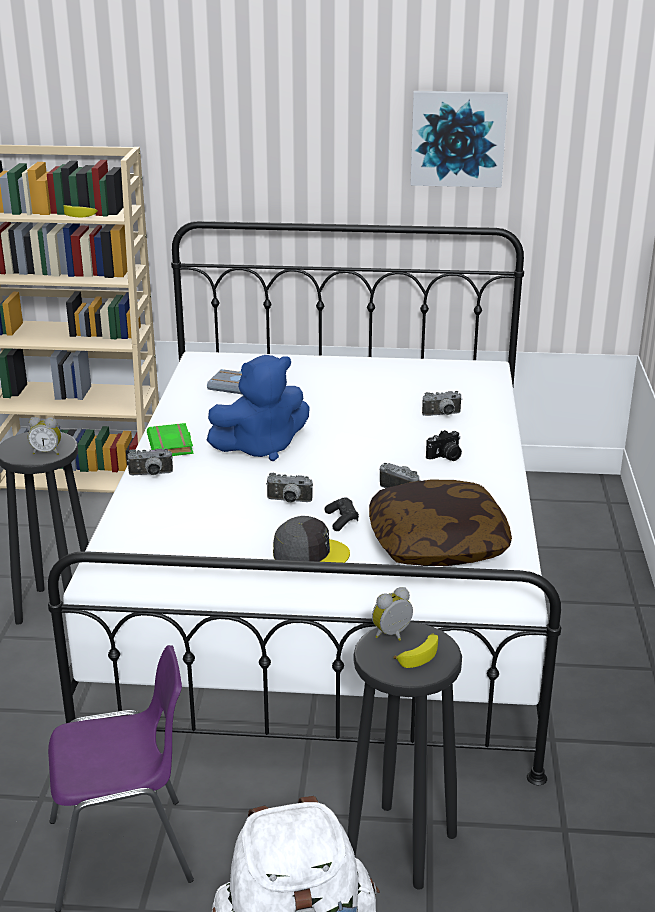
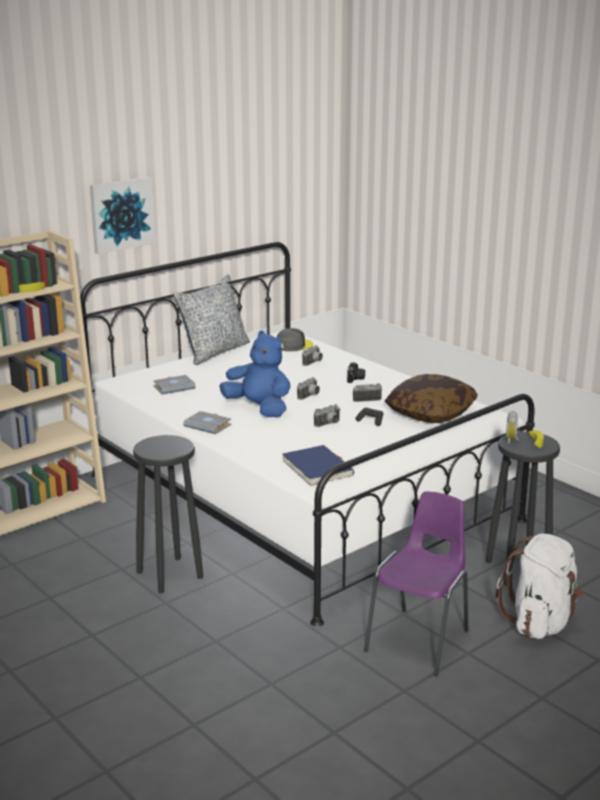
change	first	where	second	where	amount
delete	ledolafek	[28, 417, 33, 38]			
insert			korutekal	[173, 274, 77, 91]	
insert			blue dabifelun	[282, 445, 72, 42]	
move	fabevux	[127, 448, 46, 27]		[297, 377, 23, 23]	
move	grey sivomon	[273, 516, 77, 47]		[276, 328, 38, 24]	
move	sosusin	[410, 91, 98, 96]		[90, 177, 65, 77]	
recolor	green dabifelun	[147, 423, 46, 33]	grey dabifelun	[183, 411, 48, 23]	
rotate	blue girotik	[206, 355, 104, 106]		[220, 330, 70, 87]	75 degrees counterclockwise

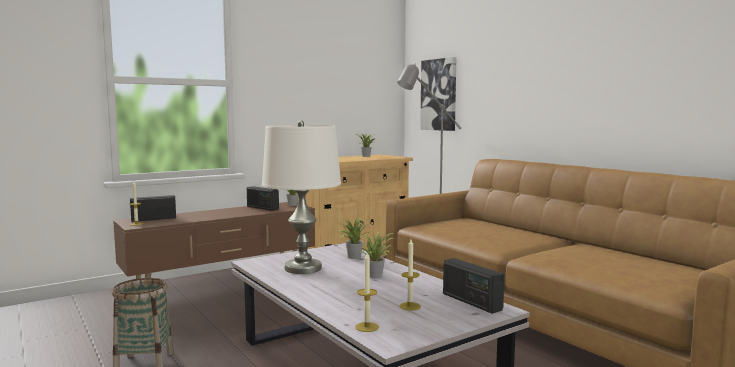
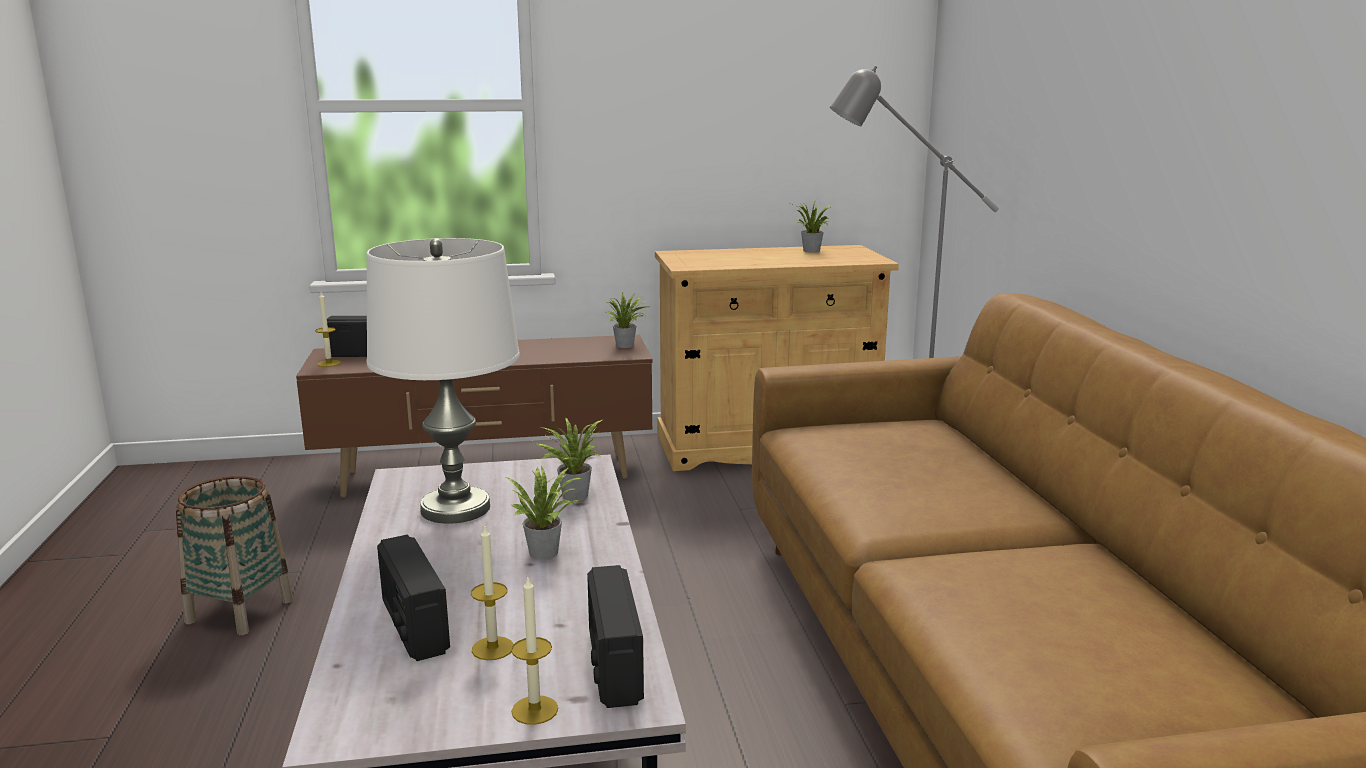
change	first	where	second	where	amount
delete	sosusin	[420, 57, 36, 74]			
move	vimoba	[247, 186, 32, 25]		[377, 535, 73, 126]	
move	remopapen	[355, 253, 24, 79]		[511, 577, 47, 148]	

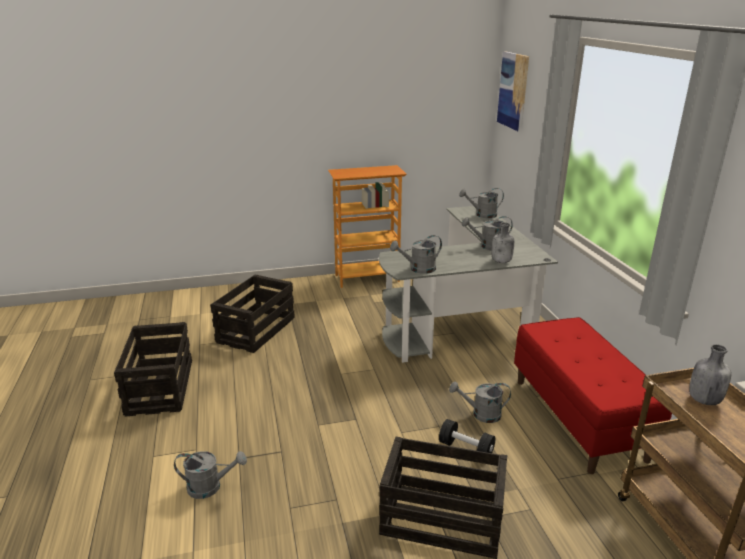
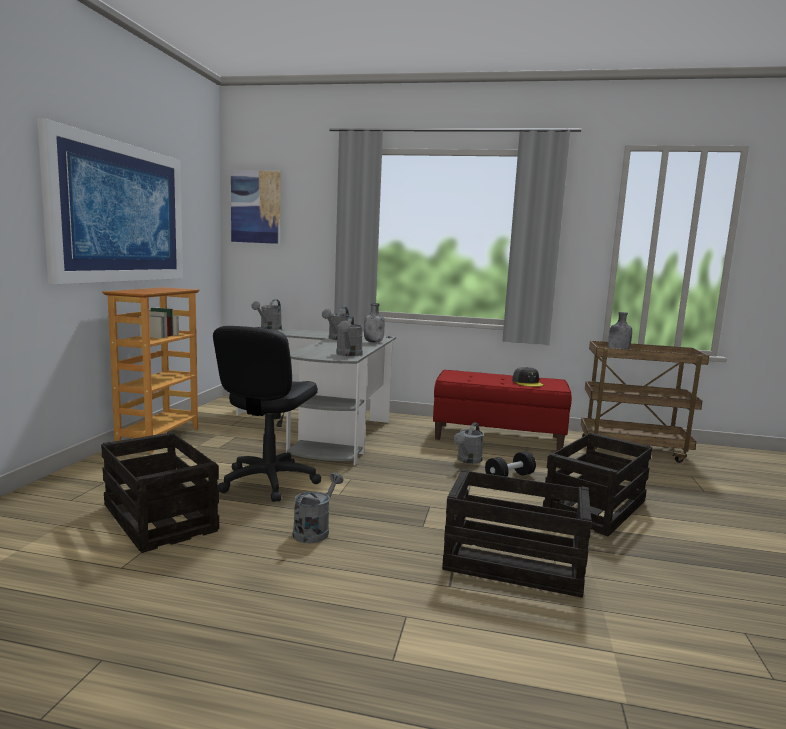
change	first	where	second	where	amount
insert			sosusin	[37, 118, 146, 166]	
insert			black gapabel	[213, 326, 108, 176]	
insert			grey sivomon	[512, 367, 31, 20]	
move	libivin	[114, 322, 78, 95]		[442, 469, 150, 129]	
move	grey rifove	[174, 451, 73, 48]		[293, 472, 50, 71]	

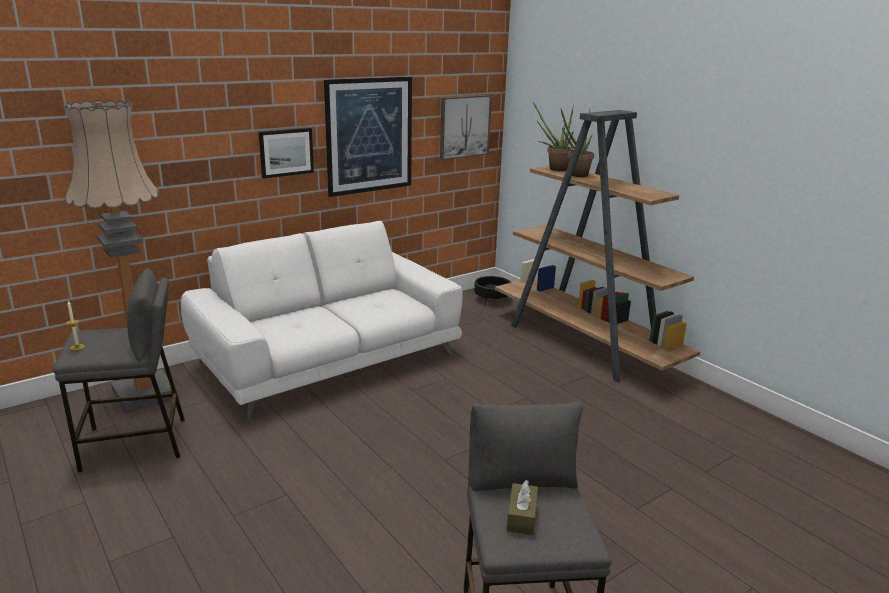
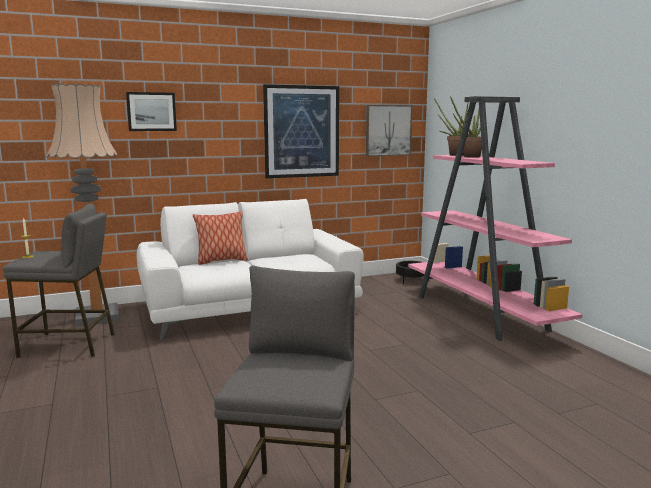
change	first	where	second	where	amount
delete	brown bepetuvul	[507, 480, 31, 55]			
insert			korutekal	[193, 211, 55, 54]	
move	sosusin	[259, 128, 55, 51]		[126, 92, 51, 39]	
recolor	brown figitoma	[495, 110, 205, 273]	pink figitoma	[408, 96, 174, 245]	

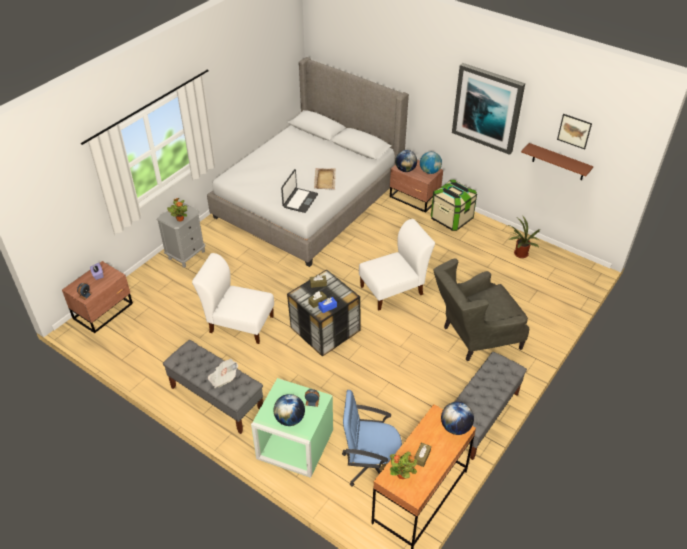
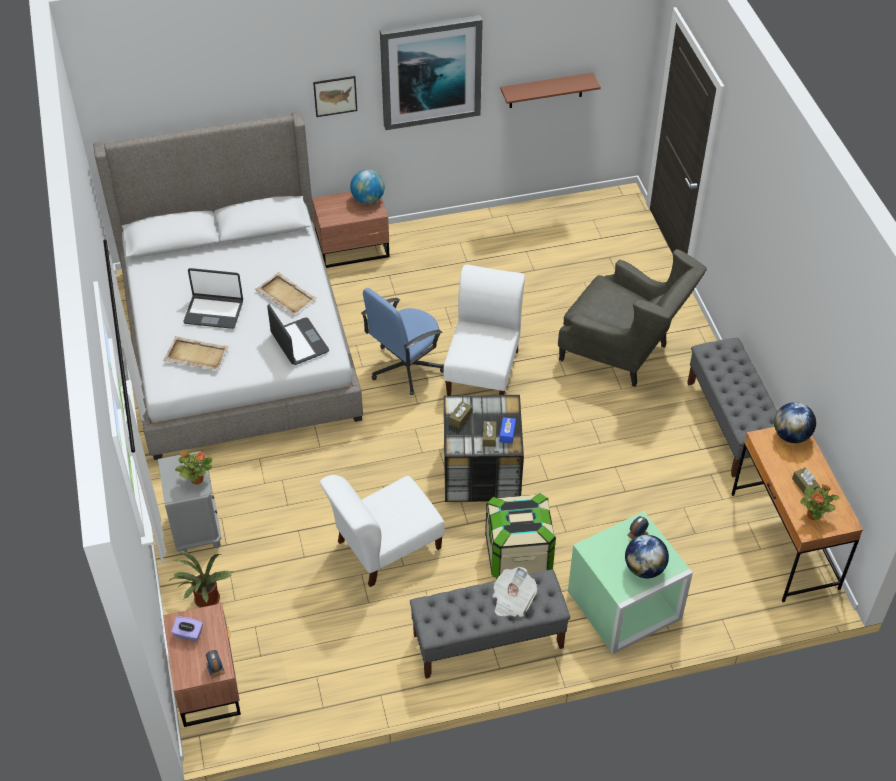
change	first	where	second	where	amount
delete	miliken	[395, 150, 22, 22]			
insert			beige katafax	[163, 336, 66, 34]	
insert			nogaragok	[184, 268, 59, 61]	
move	blue gapabel	[342, 390, 60, 97]		[361, 288, 83, 107]	
move	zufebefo	[431, 180, 46, 51]		[485, 493, 71, 86]	
move	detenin	[509, 217, 31, 41]		[169, 551, 64, 57]	
move	sosusin	[557, 114, 35, 36]		[313, 76, 44, 41]	
rotate	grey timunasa	[433, 258, 96, 103]		[558, 249, 149, 138]	75 degrees counterclockwise

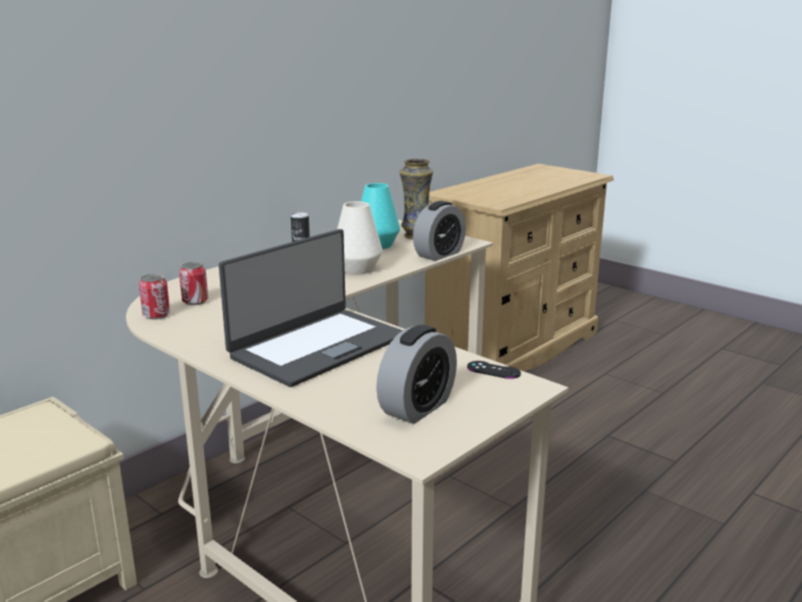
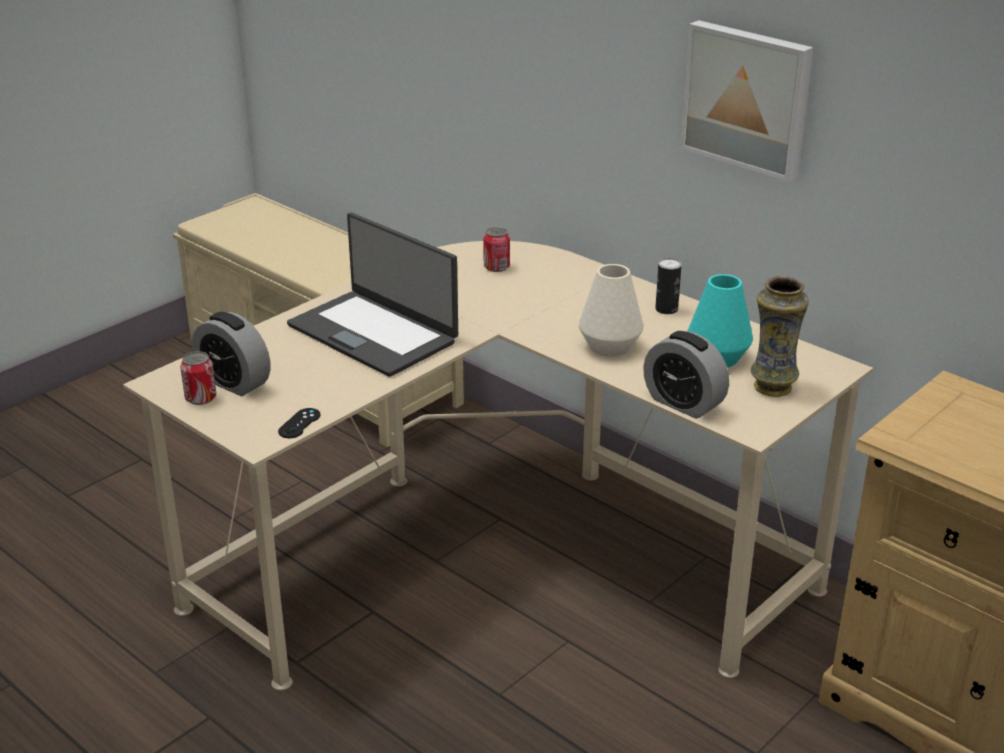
change	first	where	second	where	amount
insert			sosusin	[680, 20, 133, 162]	
move	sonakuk	[139, 274, 31, 46]		[180, 351, 36, 54]	

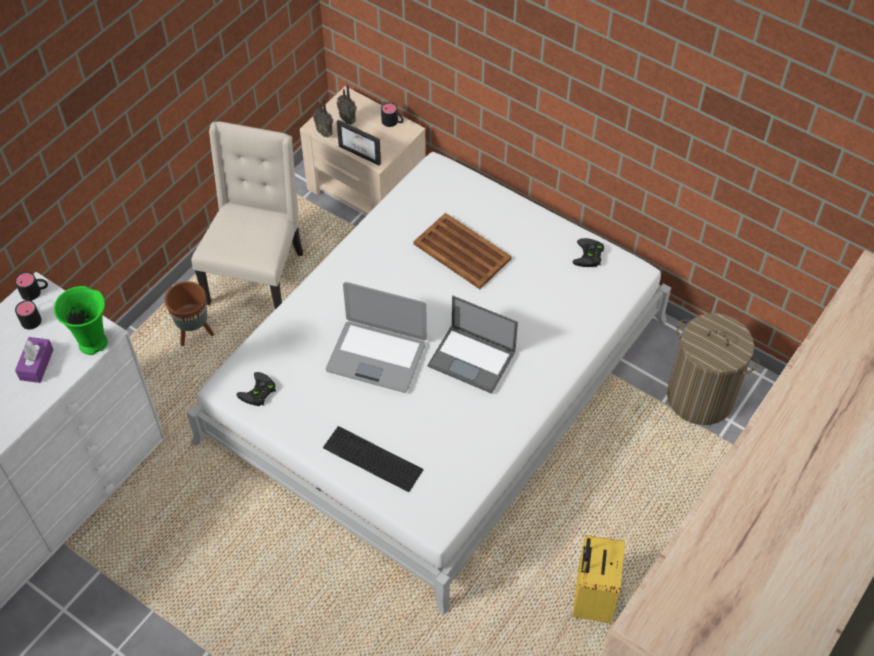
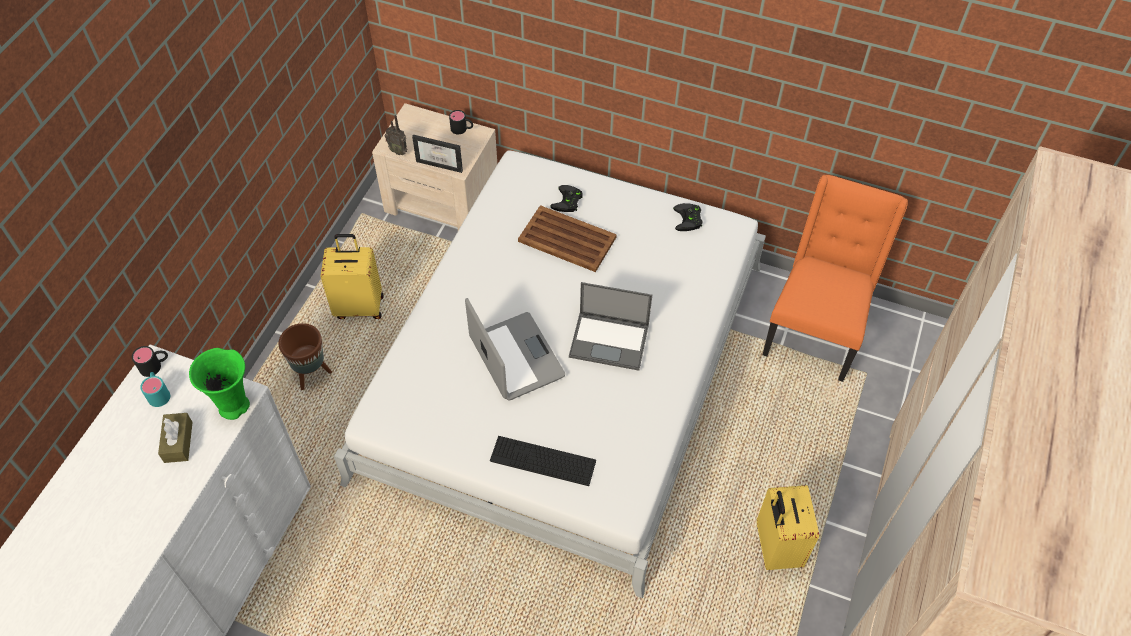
change	first	where	second	where	amount
delete	vimoba	[337, 84, 20, 41]			
move	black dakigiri	[237, 372, 39, 34]		[550, 185, 33, 27]	
replace	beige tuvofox	[192, 121, 111, 189]	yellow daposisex	[320, 234, 64, 85]	
replace	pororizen	[667, 313, 92, 112]	orange tuvofox	[762, 175, 146, 207]	
recolor	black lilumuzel	[15, 297, 26, 33]	turquoise lilumuzel	[140, 372, 30, 35]	
recolor	purple bepetuvul	[15, 337, 39, 46]	brown bepetuvul	[158, 413, 35, 50]	
rotate	nogaragok	[326, 282, 101, 111]		[465, 298, 100, 103]	120 degrees counterclockwise

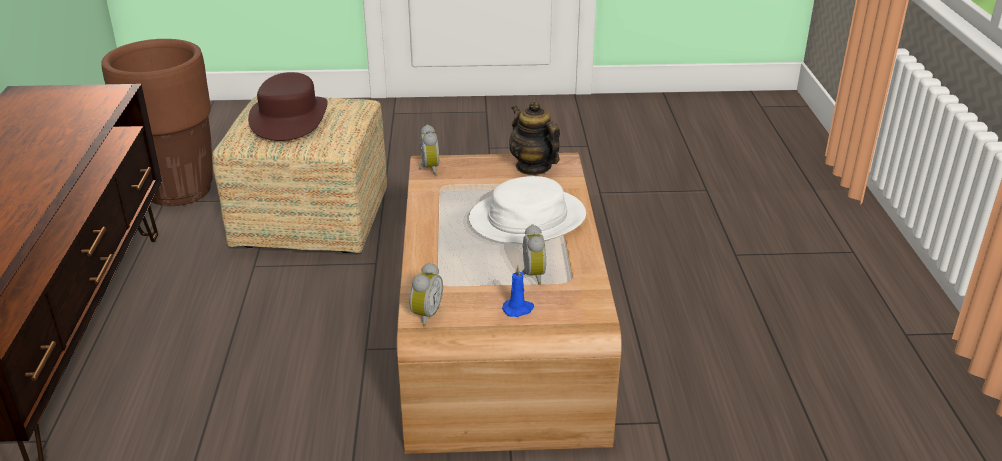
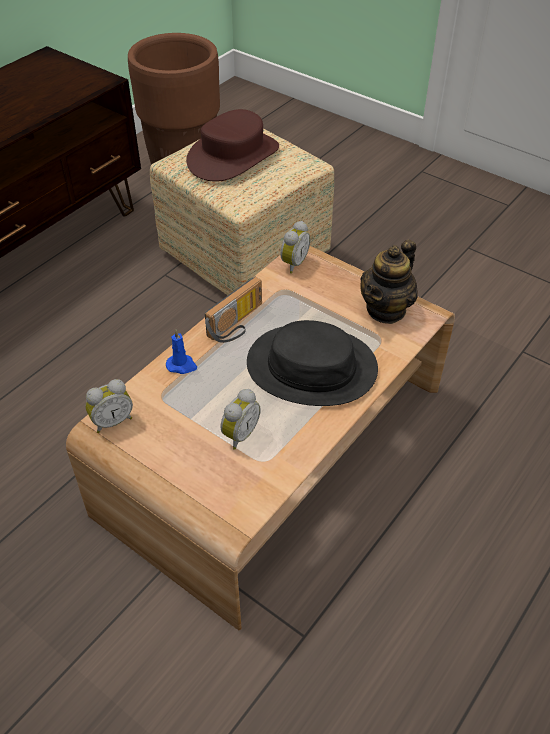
change	first	where	second	where	amount
insert			vimoba	[205, 277, 57, 66]	
move	blue remopapen	[502, 266, 32, 51]		[166, 329, 31, 45]	
recolor	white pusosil	[469, 176, 117, 67]	black pusosil	[247, 320, 131, 86]	
rotate	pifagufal	[509, 100, 51, 75]		[360, 240, 58, 84]	150 degrees counterclockwise

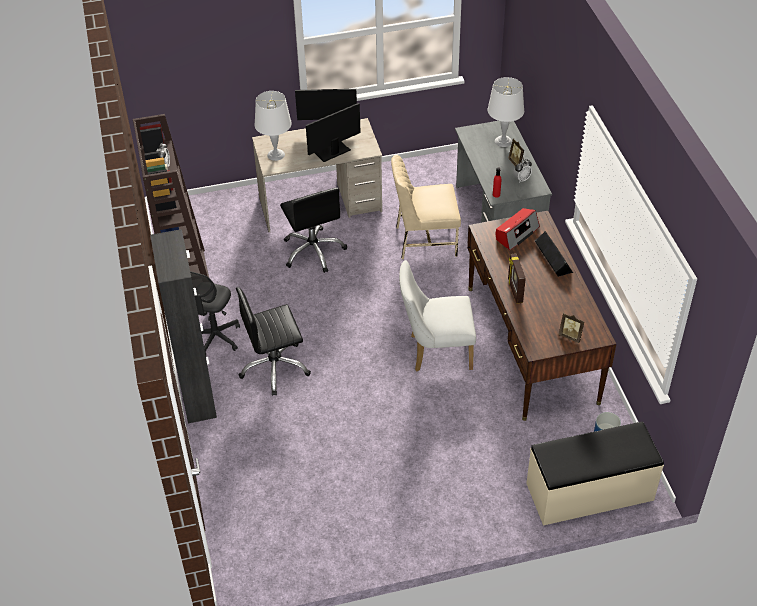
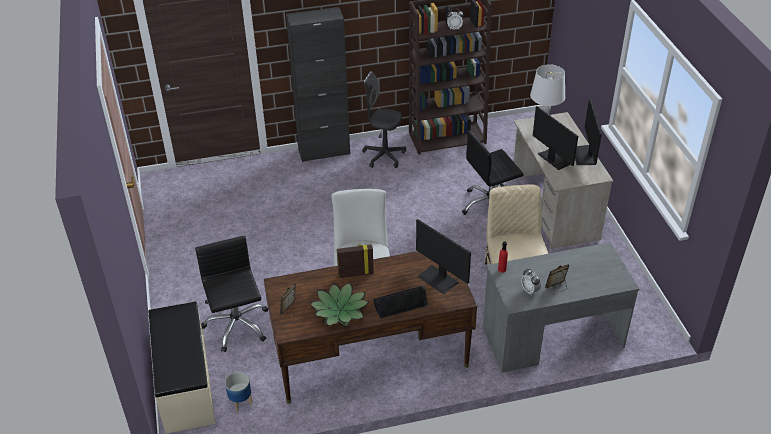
change	first	where	second	where	amount
delete	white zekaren	[487, 77, 37, 70]			
insert			detenin	[309, 282, 60, 45]	
move	black gapabel	[236, 287, 75, 109]		[195, 236, 73, 116]	
replace	vimoba	[496, 208, 44, 42]	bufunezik	[416, 219, 55, 76]	

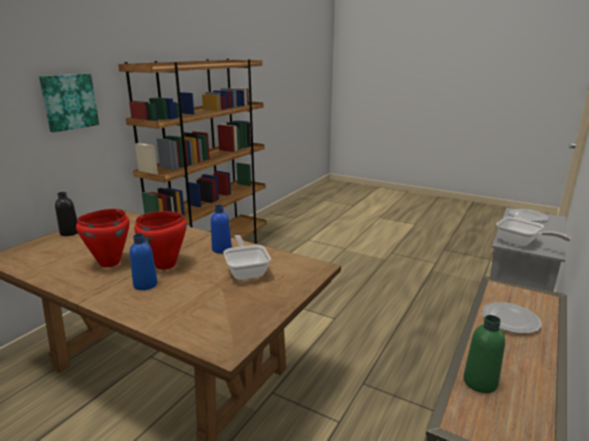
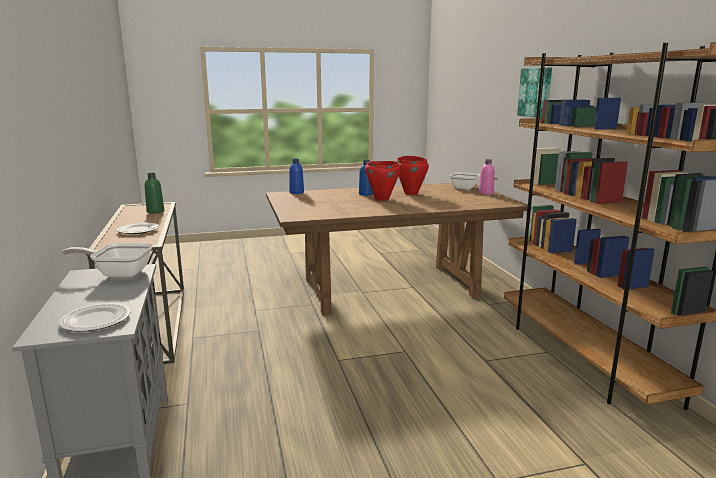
change	first	where	second	where	amount
move	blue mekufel	[211, 205, 21, 48]		[289, 159, 15, 35]	
move	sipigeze	[223, 235, 48, 45]		[450, 172, 48, 18]	
recolor	black mekufel	[55, 192, 23, 44]	pink mekufel	[479, 159, 16, 36]	

